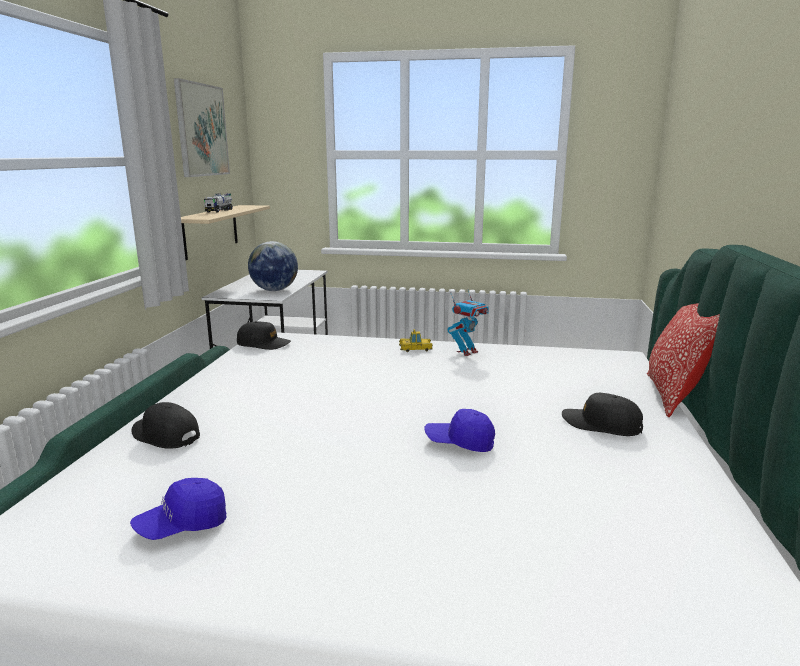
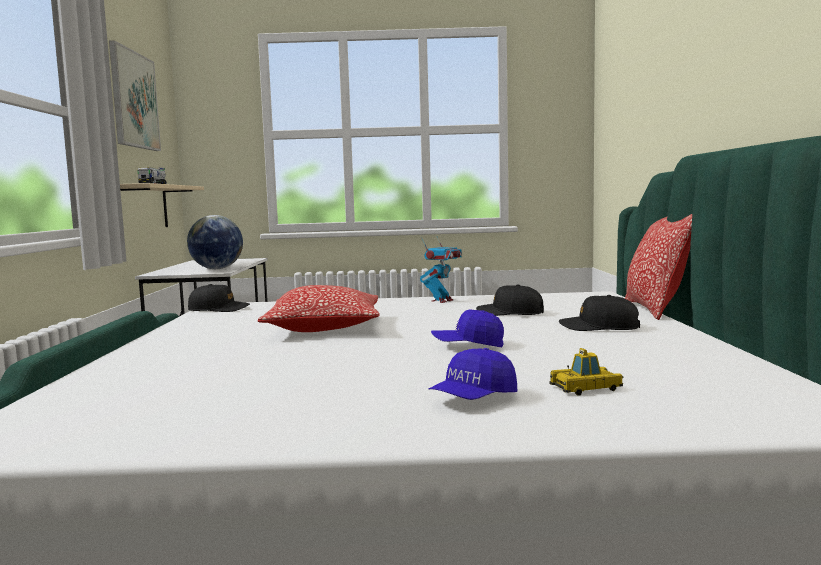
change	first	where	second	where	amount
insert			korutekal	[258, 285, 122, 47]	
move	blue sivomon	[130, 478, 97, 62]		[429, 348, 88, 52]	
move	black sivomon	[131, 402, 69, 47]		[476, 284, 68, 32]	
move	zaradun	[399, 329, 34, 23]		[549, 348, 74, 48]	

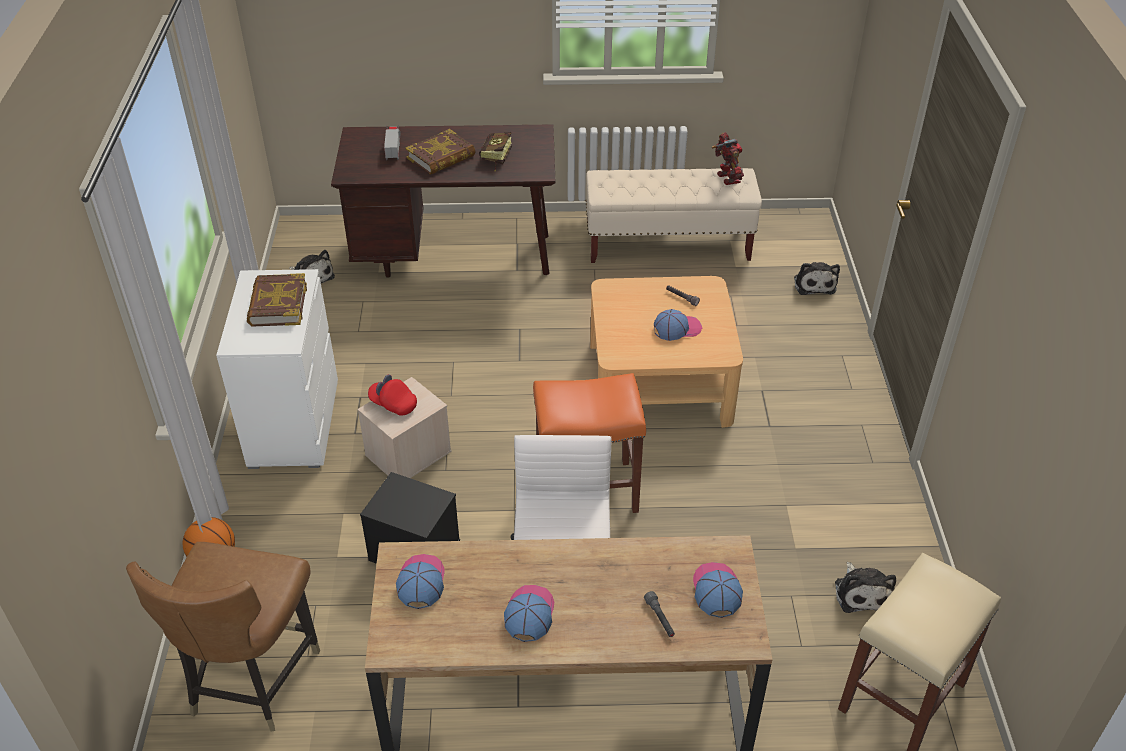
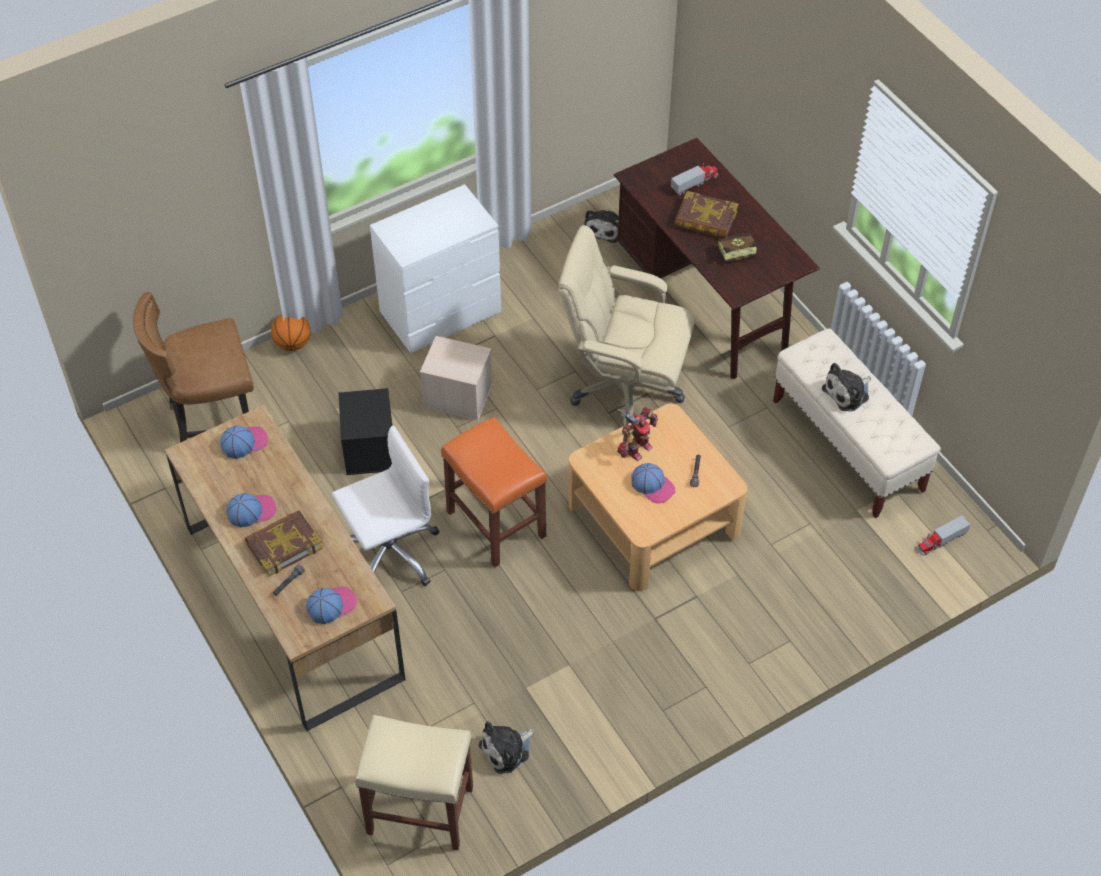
change	first	where	second	where	amount
delete	red sivomon	[368, 374, 49, 42]			
insert			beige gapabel	[558, 225, 137, 199]	
insert			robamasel	[917, 515, 53, 40]	
move	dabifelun	[247, 273, 60, 54]		[245, 510, 78, 67]	
move	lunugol	[712, 132, 32, 53]		[617, 407, 41, 54]	
move	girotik	[794, 262, 46, 33]		[822, 363, 49, 49]	

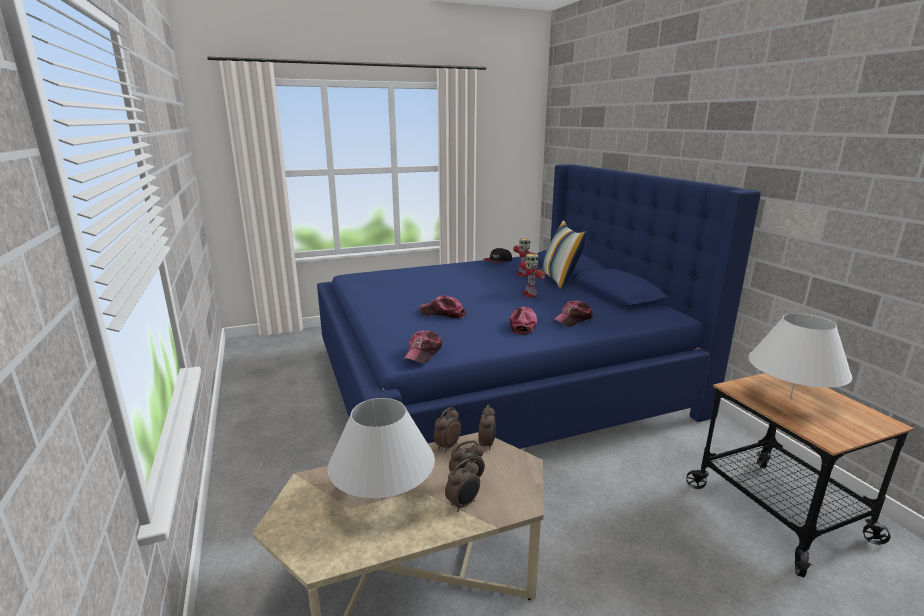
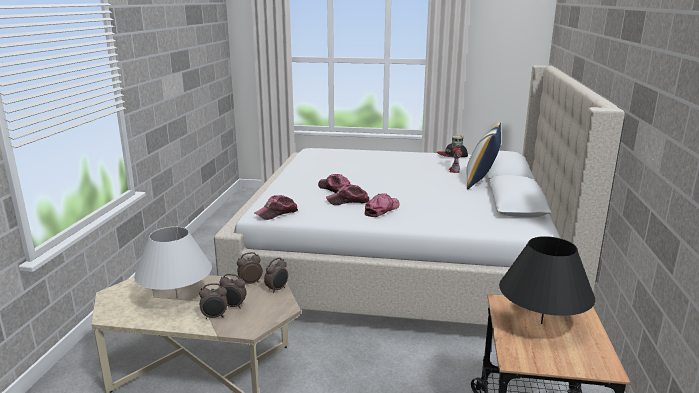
change	first	where	second	where	amount
delete	lunugol	[520, 254, 25, 43]			
move	sivomon	[552, 301, 41, 26]		[326, 184, 43, 21]	
recolor	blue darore	[317, 164, 444, 285]	beige darore	[214, 65, 411, 260]	
recolor	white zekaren	[748, 313, 105, 86]	black zekaren	[499, 236, 96, 88]	

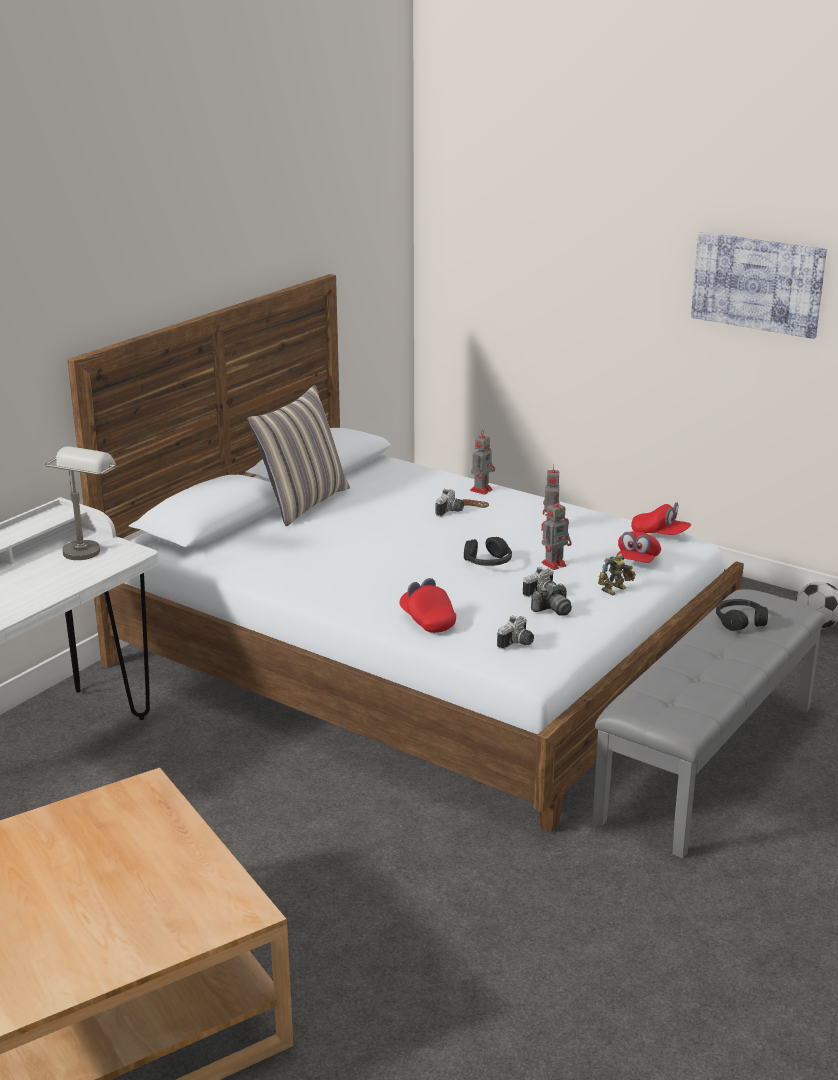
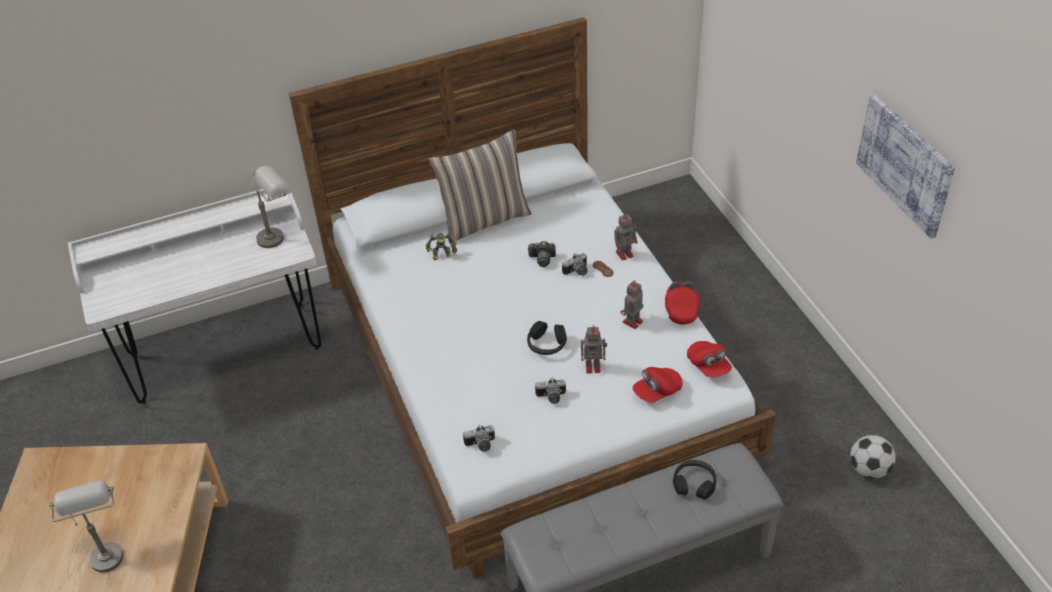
change	first	where	second	where	amount
insert			grey zekaren	[49, 481, 74, 91]	
move	red sivomon	[399, 578, 57, 55]		[665, 282, 35, 43]	
move	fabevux	[531, 582, 41, 34]		[527, 241, 29, 26]	
move	lunugol	[598, 553, 38, 43]		[426, 233, 31, 27]	

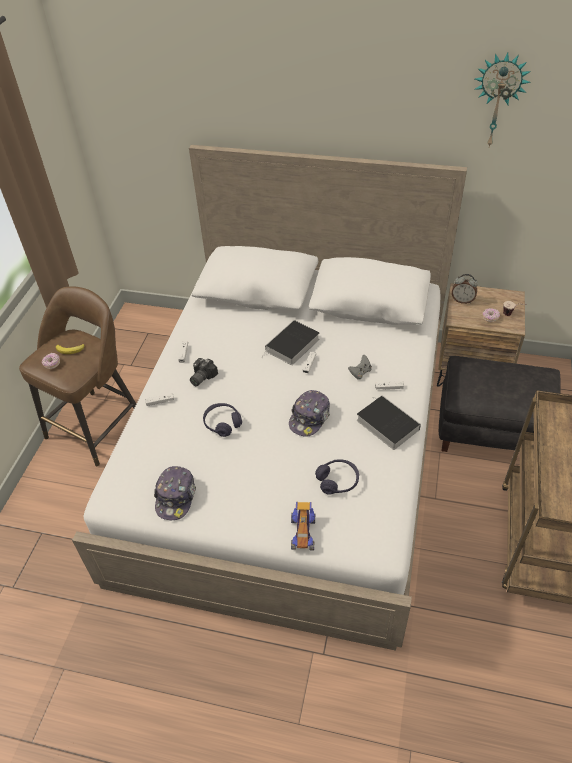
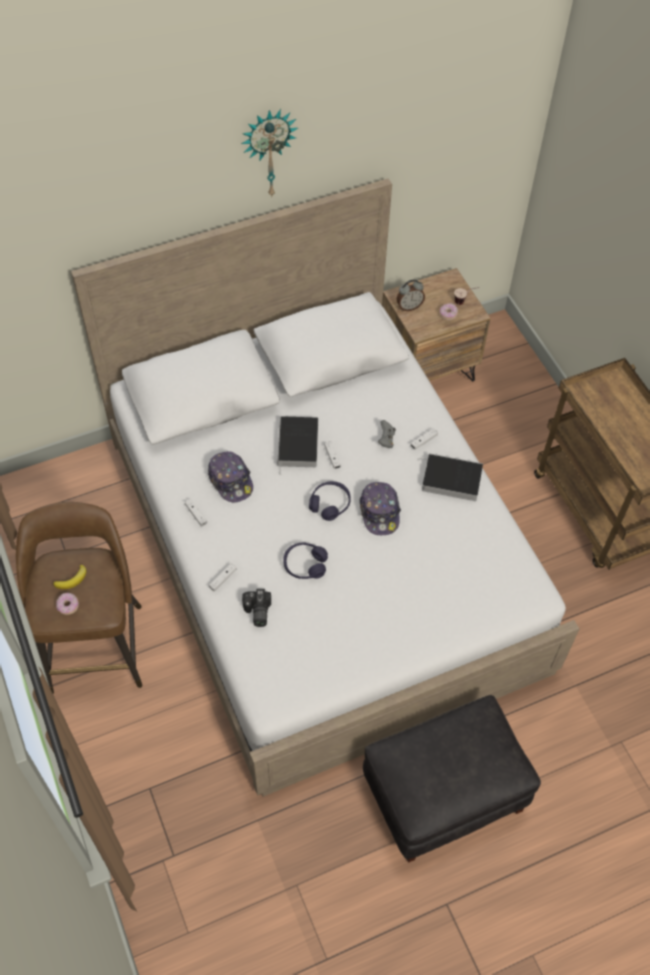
change	first	where	second	where	amount
delete	zaradun	[291, 502, 24, 49]			
move	sivomon	[154, 466, 42, 54]		[208, 451, 45, 51]	
move	fabevux	[190, 358, 28, 28]		[242, 589, 29, 38]	
move	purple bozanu	[315, 459, 44, 36]		[309, 481, 42, 40]	
move	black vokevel	[439, 356, 122, 96]		[363, 695, 178, 167]	
move	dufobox	[474, 52, 57, 95]		[241, 109, 57, 87]	

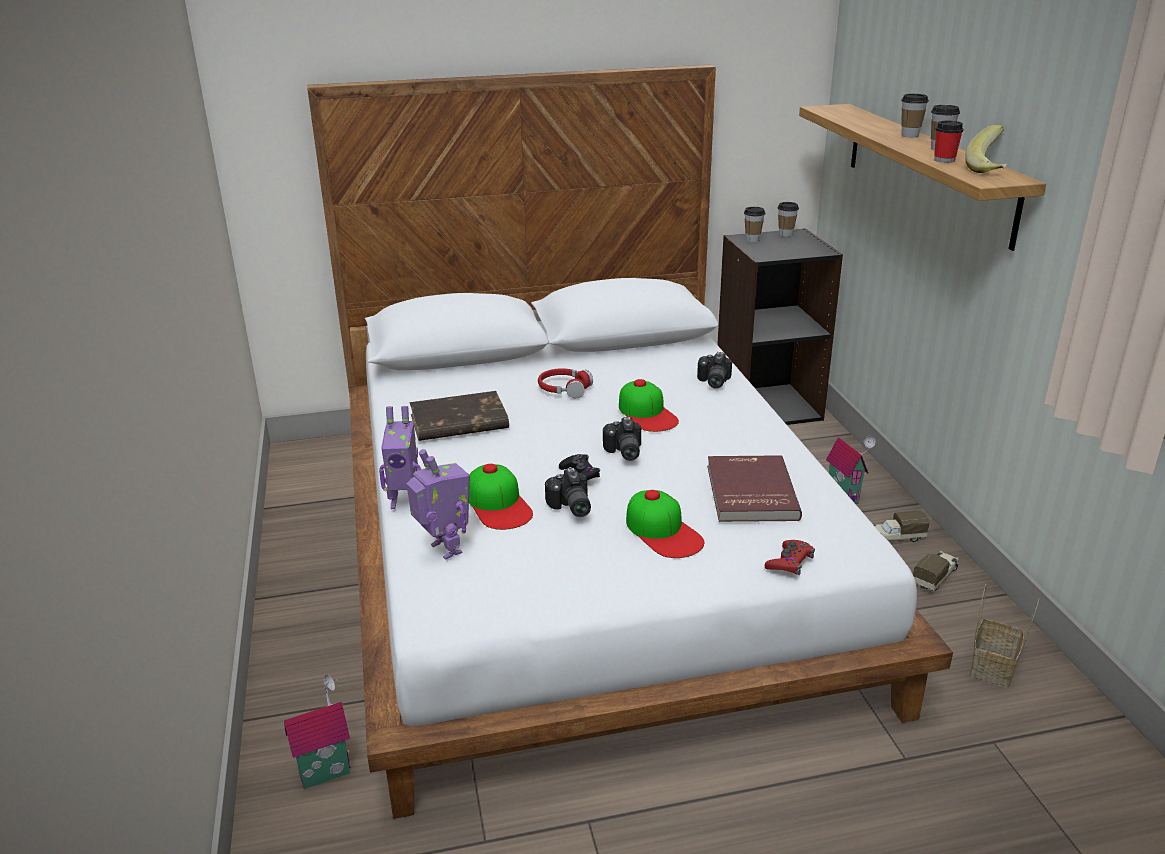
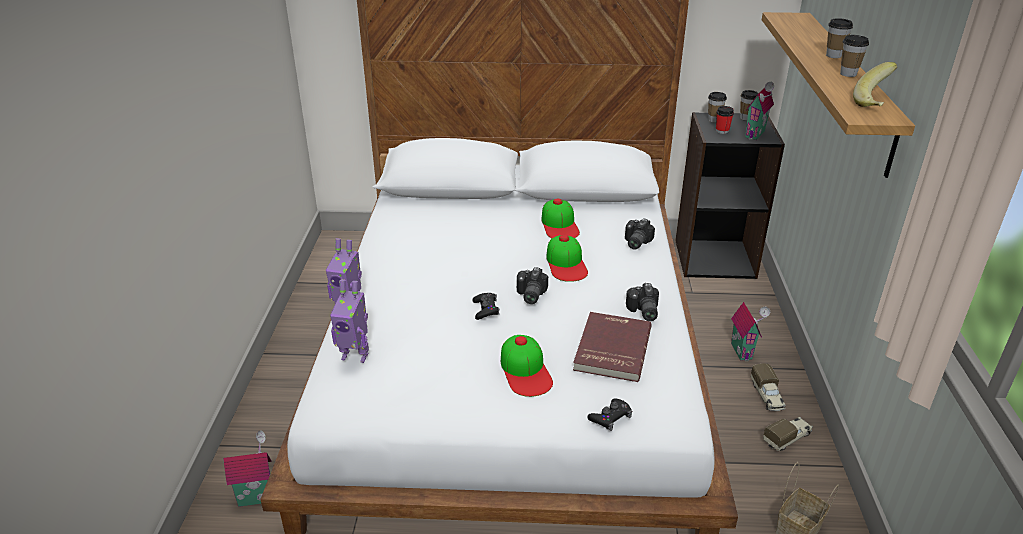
change	first	where	second	where	amount
delete	brown dabifelun	[410, 391, 99, 50]			
delete	red bozanu	[538, 368, 55, 30]			
insert			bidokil	[745, 82, 29, 58]	
move	sivomon	[469, 464, 64, 66]		[541, 199, 39, 39]	
move	fabevux	[545, 468, 46, 49]		[626, 283, 33, 38]	
move	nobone	[934, 121, 29, 42]		[716, 106, 18, 28]	
recolor	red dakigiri	[765, 540, 50, 35]	black dakigiri	[587, 398, 45, 33]	
rotate	lunugol	[407, 449, 63, 111]		[330, 279, 39, 84]	120 degrees clockwise
rotate	robamasel	[874, 511, 56, 31]		[751, 364, 35, 47]	105 degrees counterclockwise

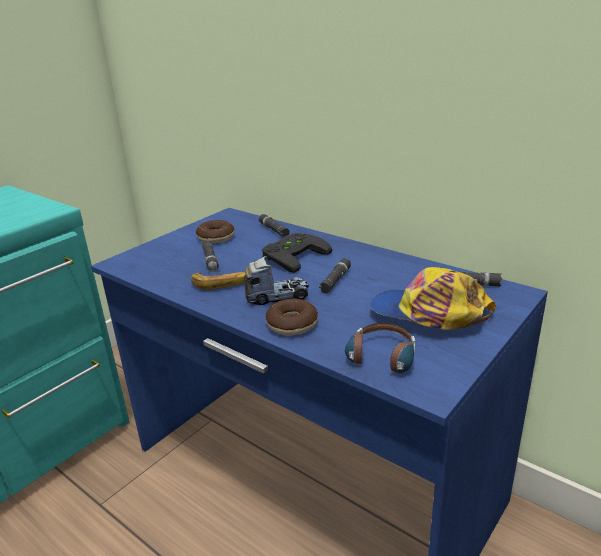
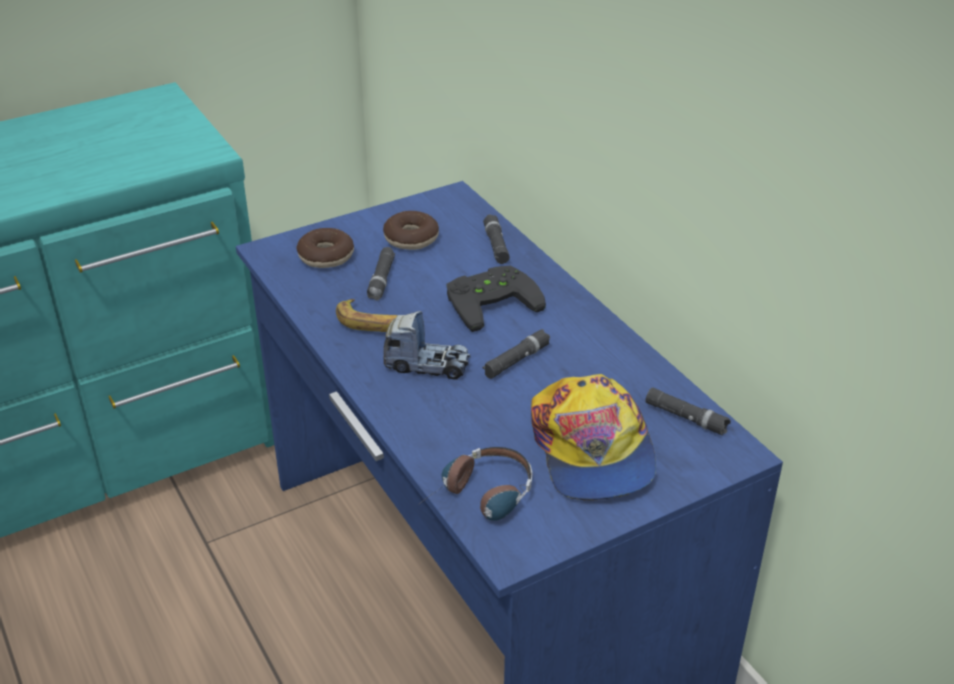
change	first	where	second	where	amount
move	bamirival	[266, 299, 52, 37]		[296, 228, 58, 40]	
rotate	sivomon	[370, 267, 126, 63]		[531, 374, 125, 127]	150 degrees counterclockwise

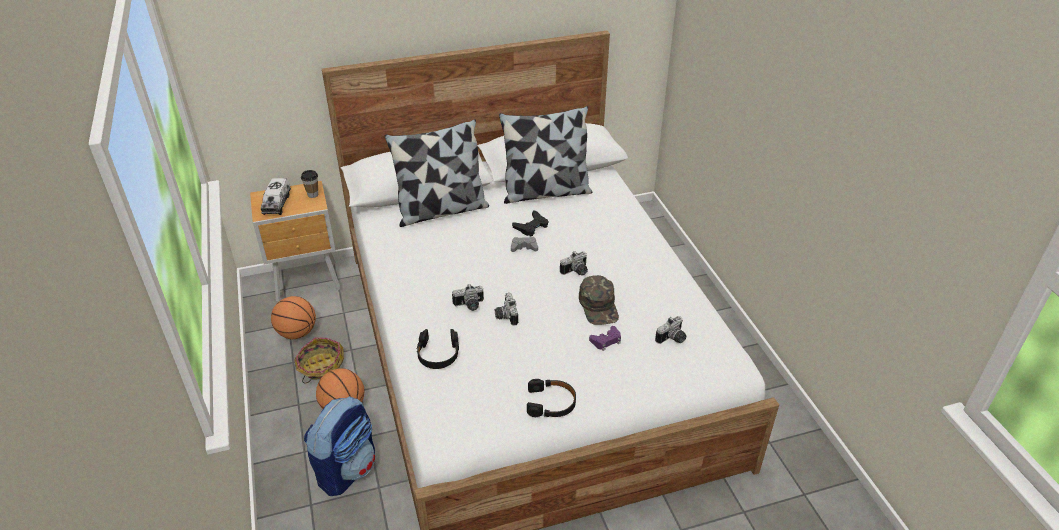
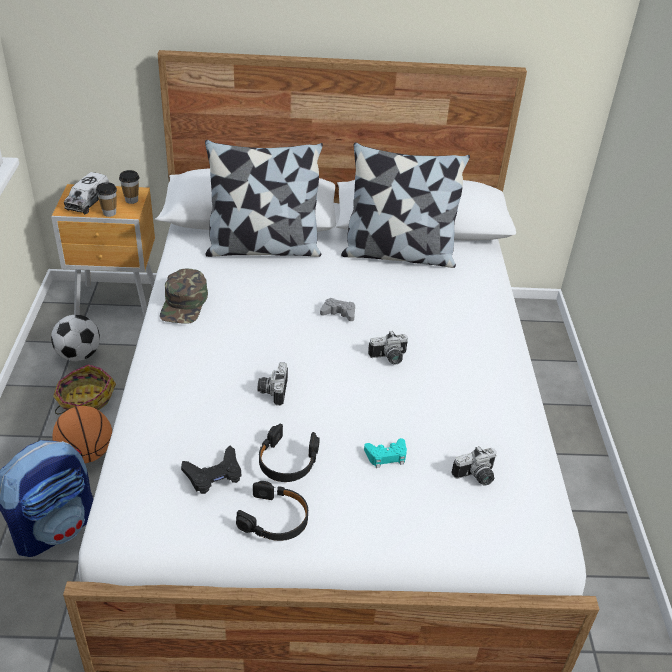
change	first	where	second	where	amount
delete	fabevux	[452, 284, 32, 27]			
insert			nobone	[96, 182, 21, 35]	
move	black bozanu	[417, 329, 42, 40]		[259, 424, 61, 58]	
move	black dakigiri	[512, 210, 36, 27]		[181, 446, 60, 48]	
move	green sivomon	[579, 275, 40, 50]		[160, 269, 48, 55]	
replace	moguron	[271, 296, 45, 43]	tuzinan	[51, 315, 49, 46]	
recolor	purple dakigiri	[589, 326, 32, 25]	turquoise dakigiri	[364, 438, 43, 30]	

